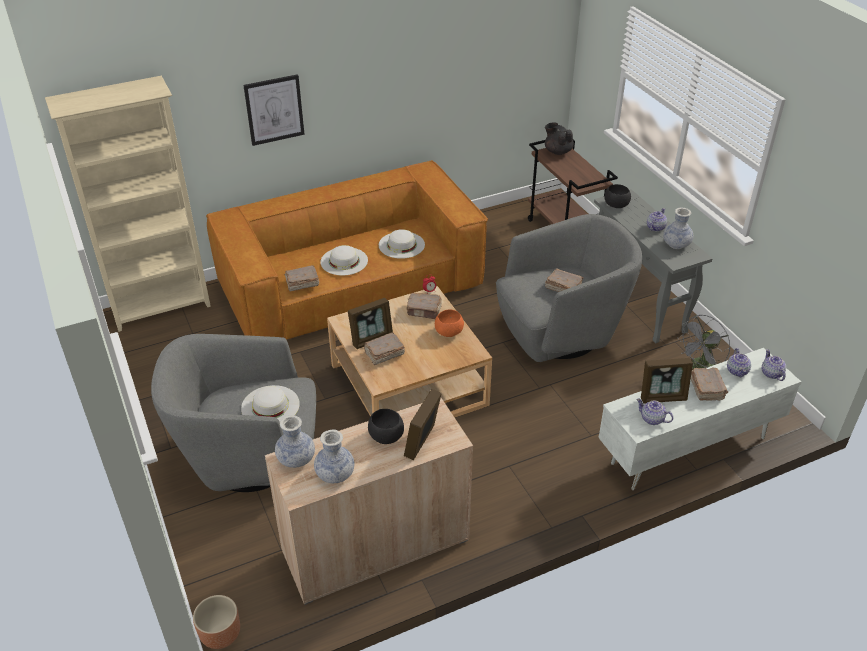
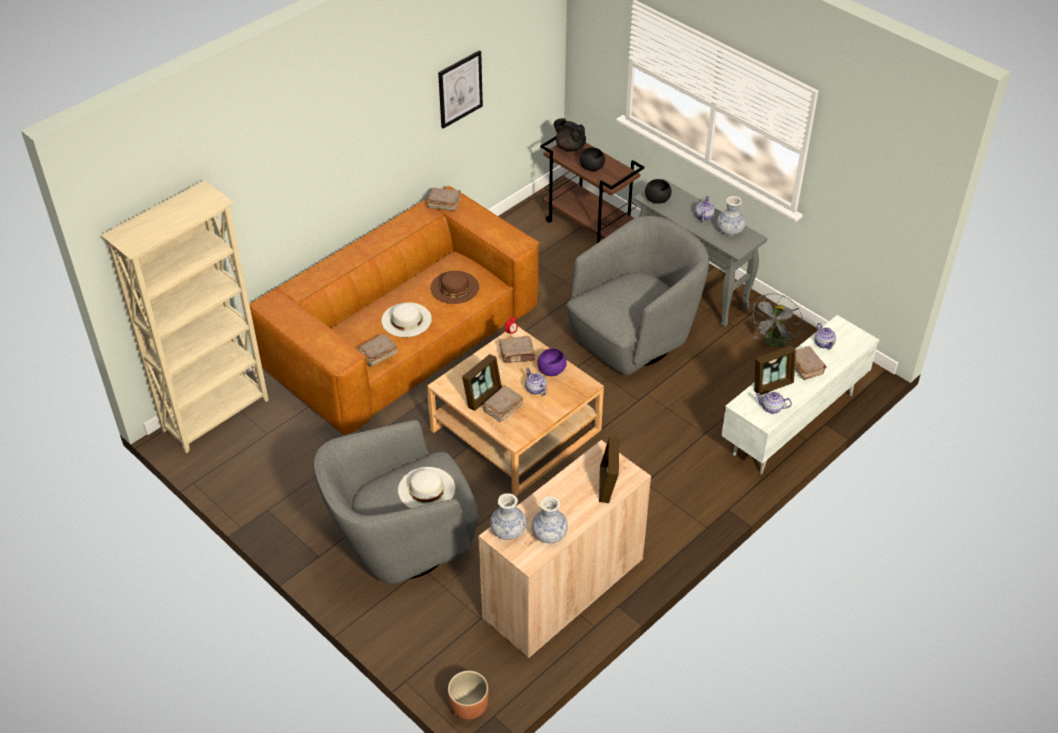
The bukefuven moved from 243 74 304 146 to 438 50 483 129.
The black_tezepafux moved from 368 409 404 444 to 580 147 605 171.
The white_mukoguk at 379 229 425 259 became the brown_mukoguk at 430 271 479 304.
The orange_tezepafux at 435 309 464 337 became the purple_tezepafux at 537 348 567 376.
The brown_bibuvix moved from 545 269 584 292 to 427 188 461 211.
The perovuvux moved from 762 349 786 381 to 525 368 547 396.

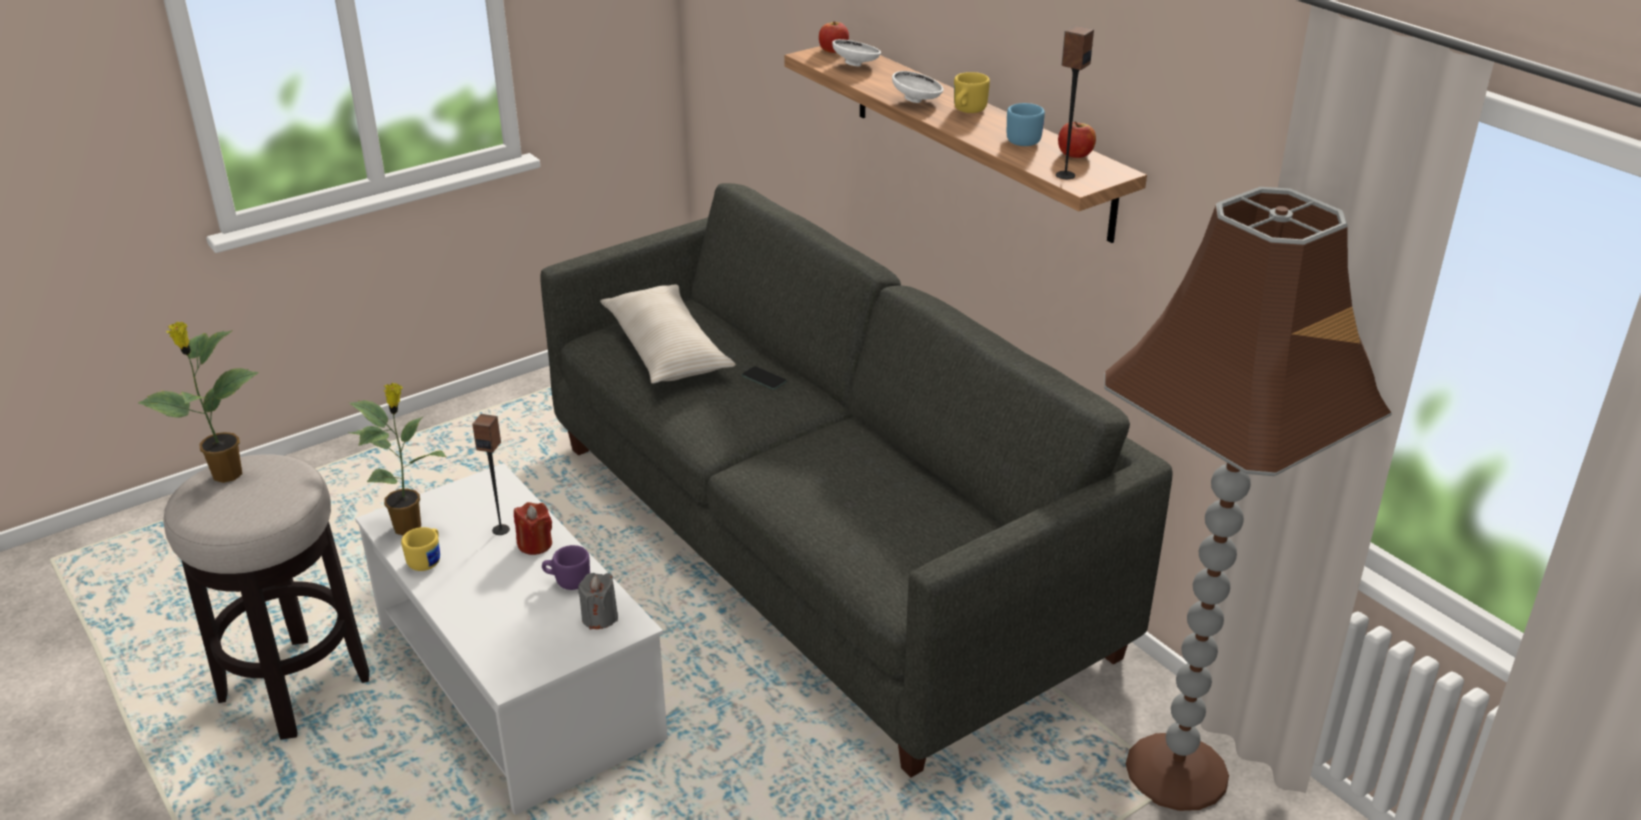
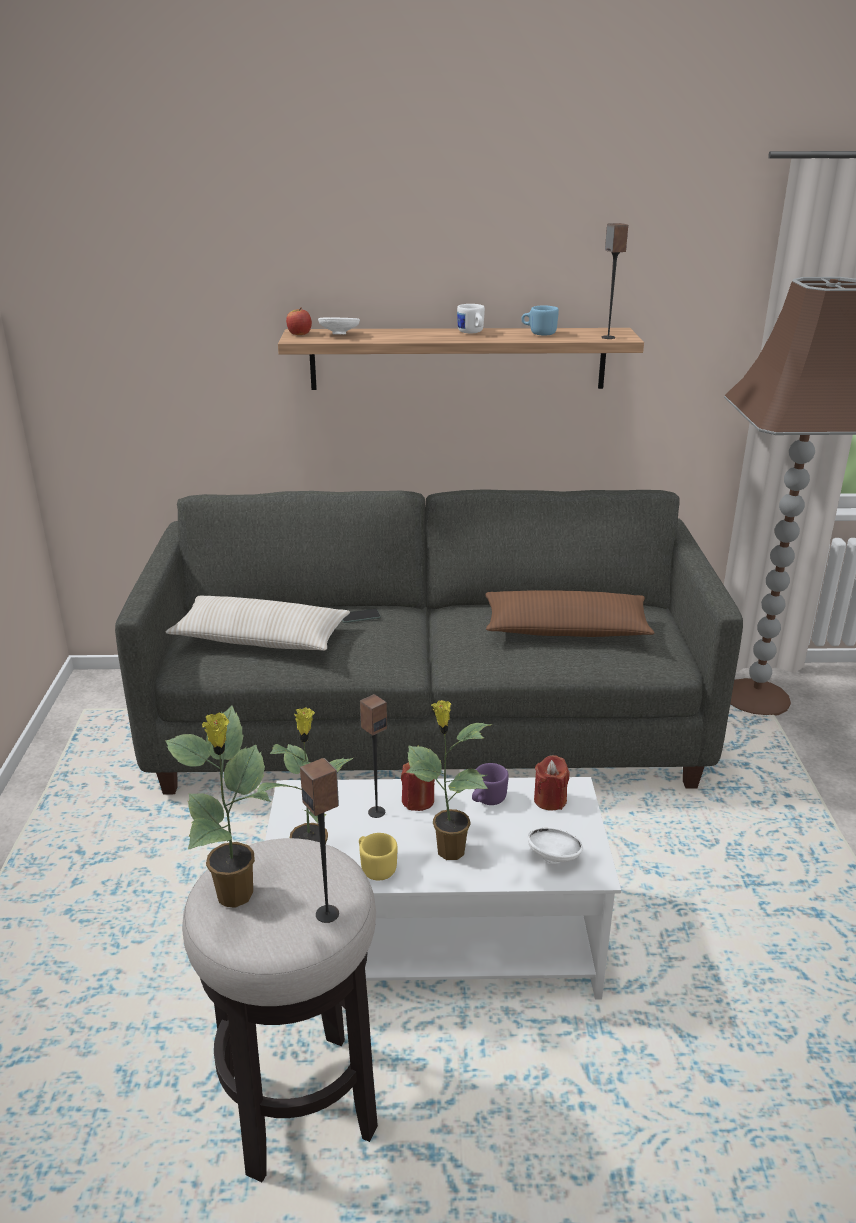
The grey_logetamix at 578 573 618 629 became the red_logetamix at 534 755 570 810.
The white_tezepafux moved from 892 71 943 103 to 528 827 583 864.
The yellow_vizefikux at 954 72 990 113 became the white_vizefikux at 457 304 485 333.
The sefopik at 1058 121 1096 158 disappeared.
The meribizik at 300 758 339 923 appeared.
The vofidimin at 407 700 493 860 appeared.
The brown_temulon at 486 590 655 637 appeared.

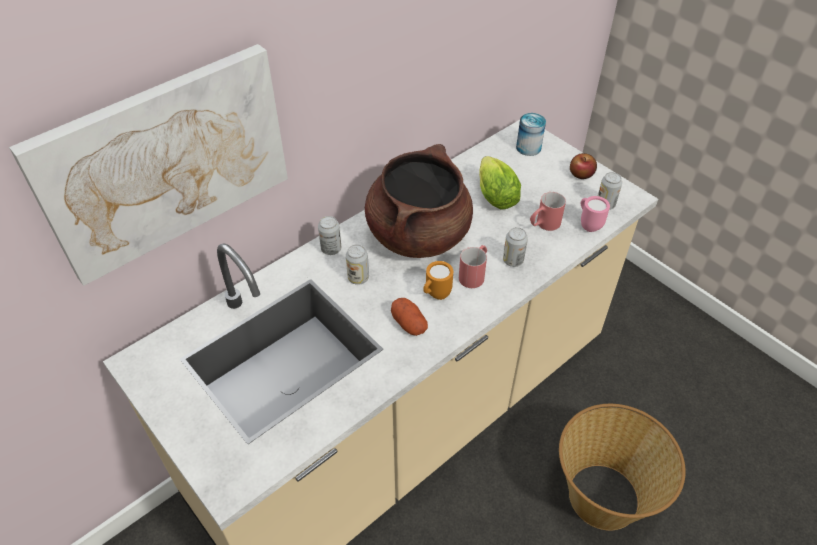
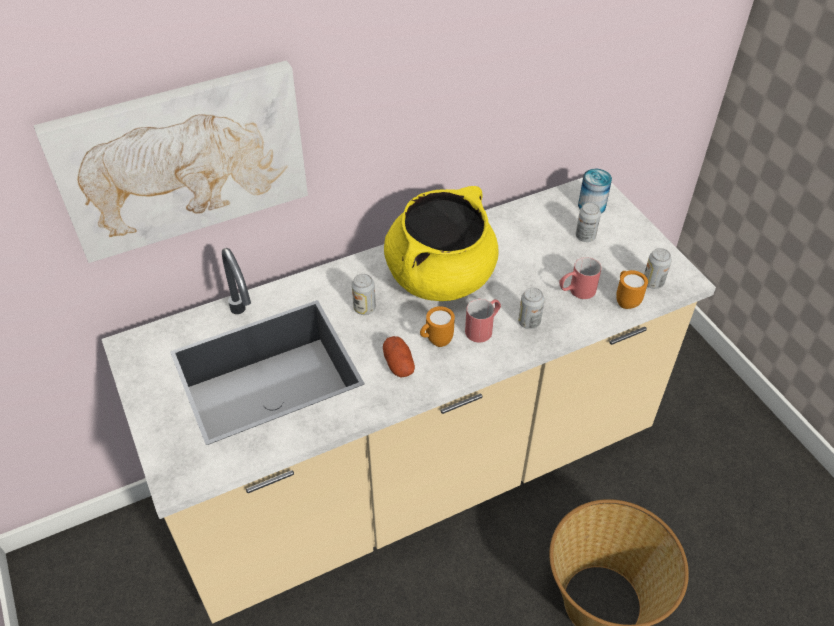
The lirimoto moved from 318 216 341 255 to 575 203 601 242.
The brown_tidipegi at 365 144 473 258 became the yellow_tidipegi at 384 186 499 301.
The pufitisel at 479 156 521 209 disappeared.
The sefopik at 570 153 597 179 disappeared.
The pink_vizefikux at 581 196 610 232 became the orange_vizefikux at 616 270 648 309.

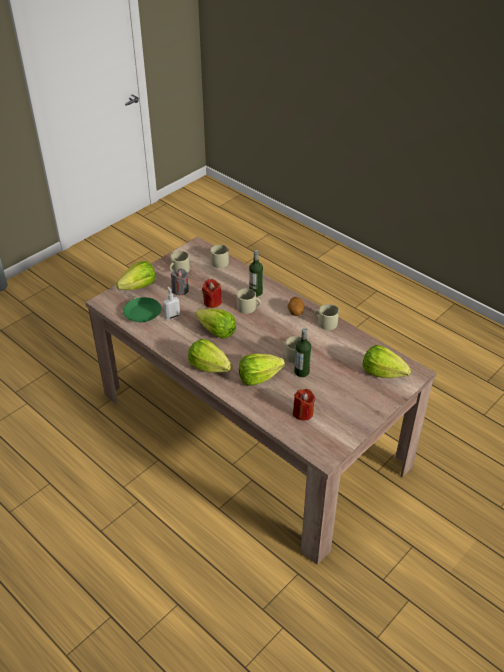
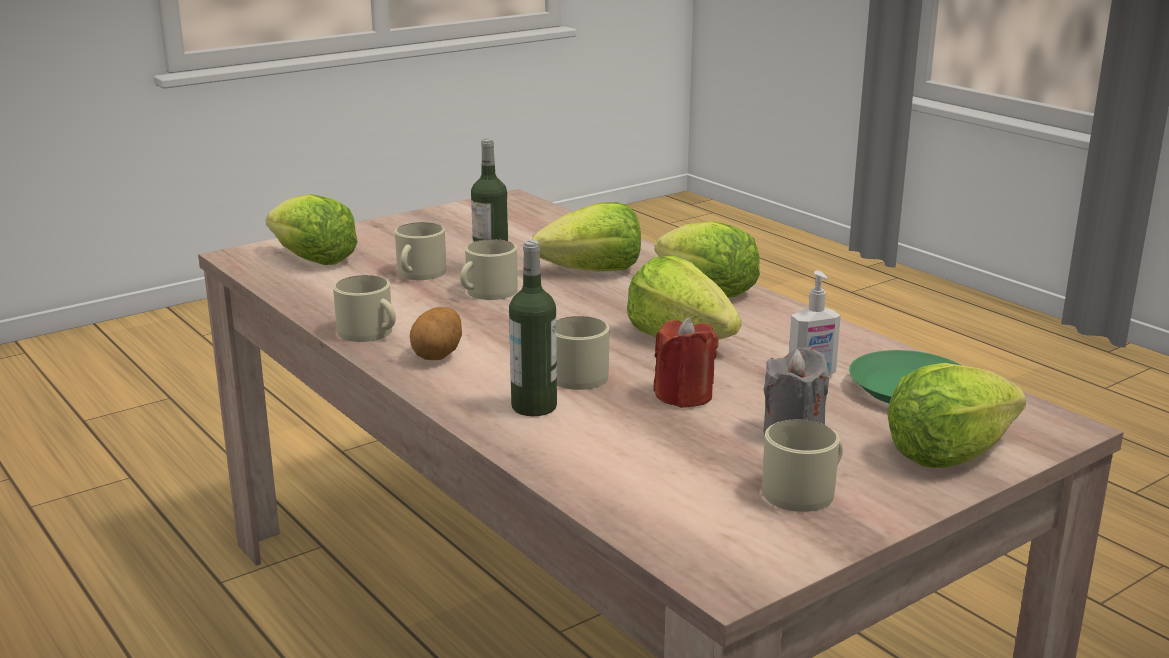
The beige_vizefikux moved from 210 245 229 268 to 395 222 446 280.
The red_logetamix at 293 389 315 421 disappeared.

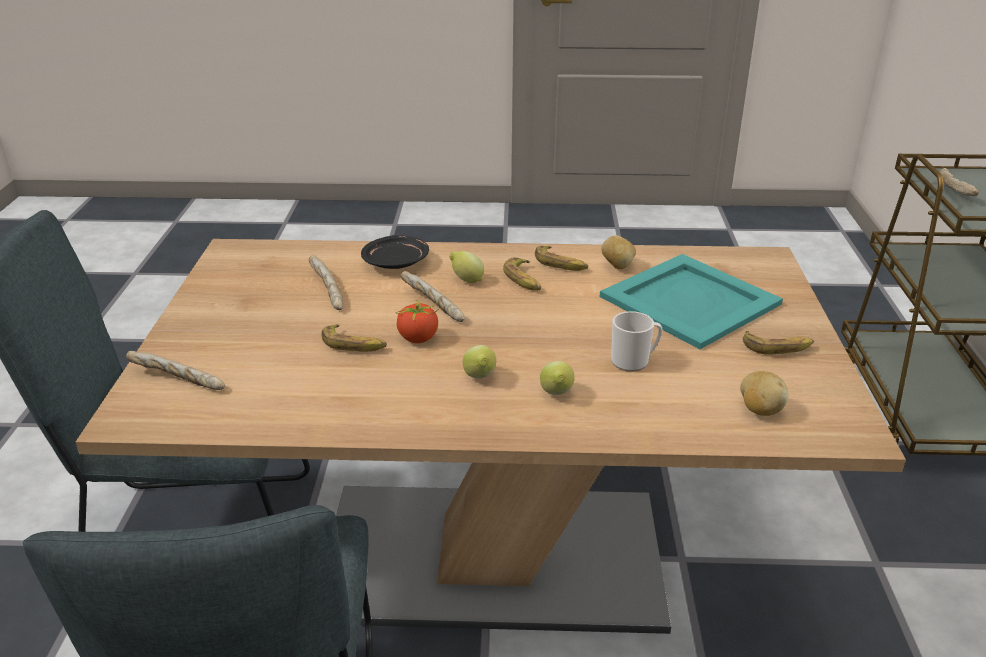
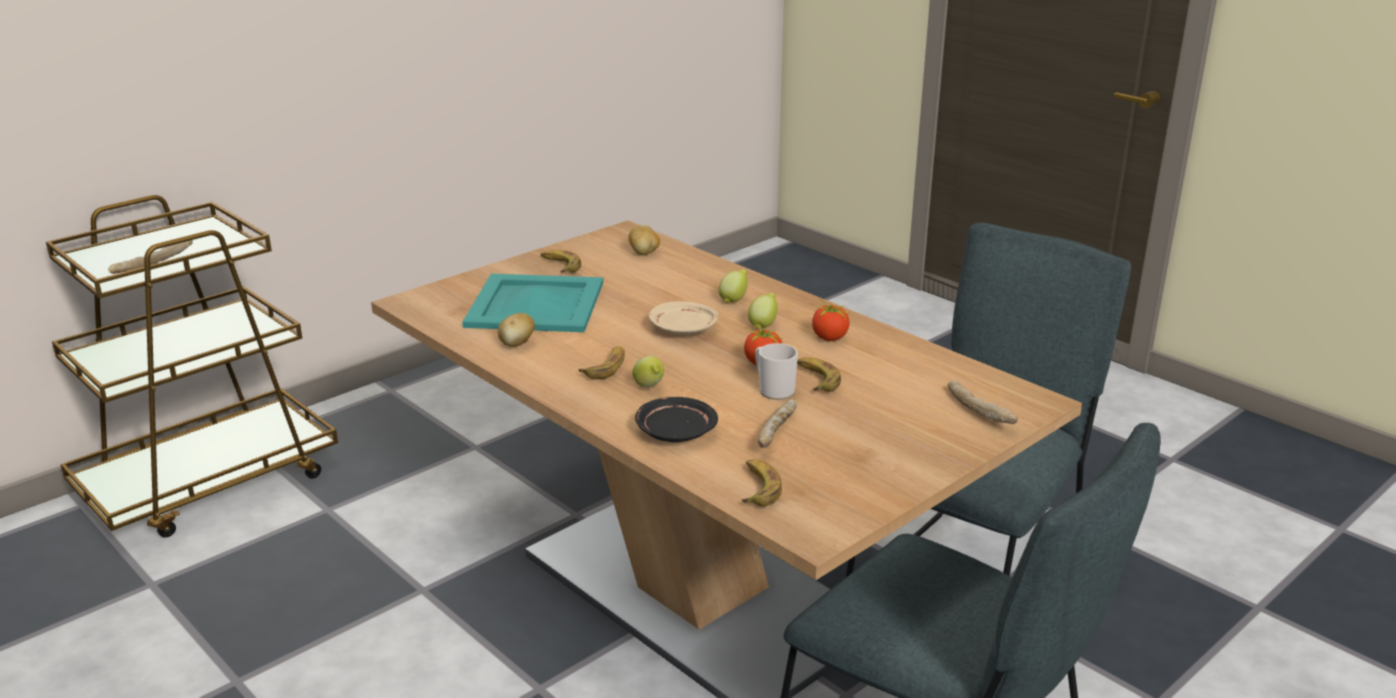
The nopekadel at 401 271 465 322 disappeared.
The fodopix moved from 535 246 588 271 to 742 459 782 506.
The vizefikux moved from 611 311 663 372 to 755 343 798 400.
The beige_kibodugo at 649 301 718 335 appeared.
The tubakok at 811 298 850 341 appeared.

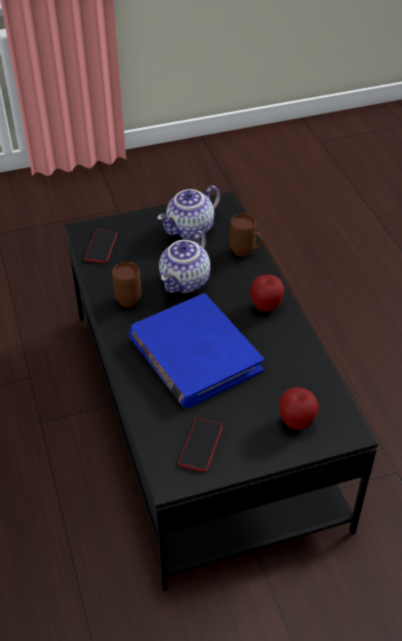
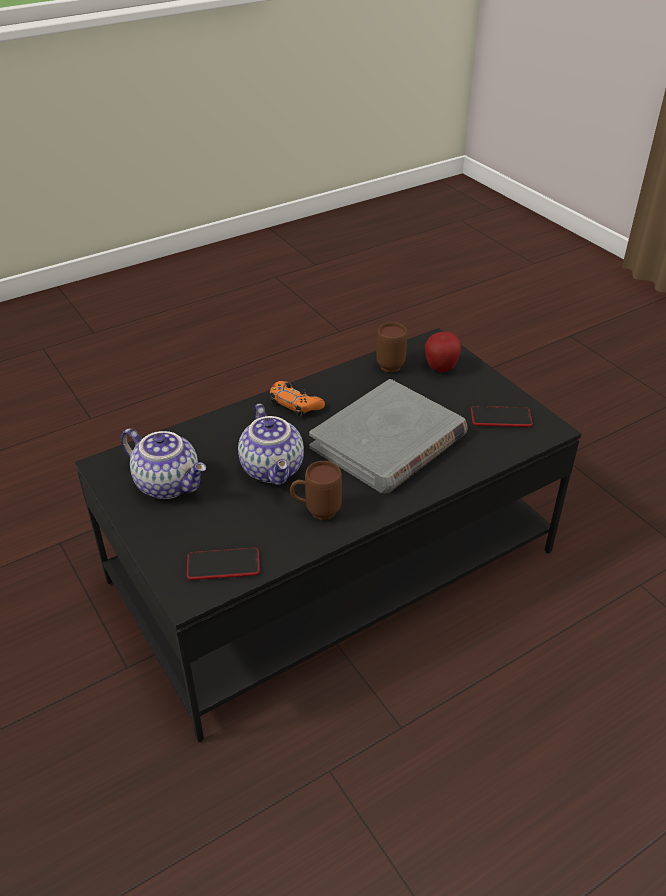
The blue_bibuvix at 129 293 264 409 became the grey_bibuvix at 309 379 468 494.
The perovuvux at 159 231 210 293 turned 60 degrees clockwise.
The brown_vizefikux moved from 230 213 263 257 to 376 322 407 373.
The sefopik at 250 275 285 311 was replaced by the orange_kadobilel at 270 381 325 416.

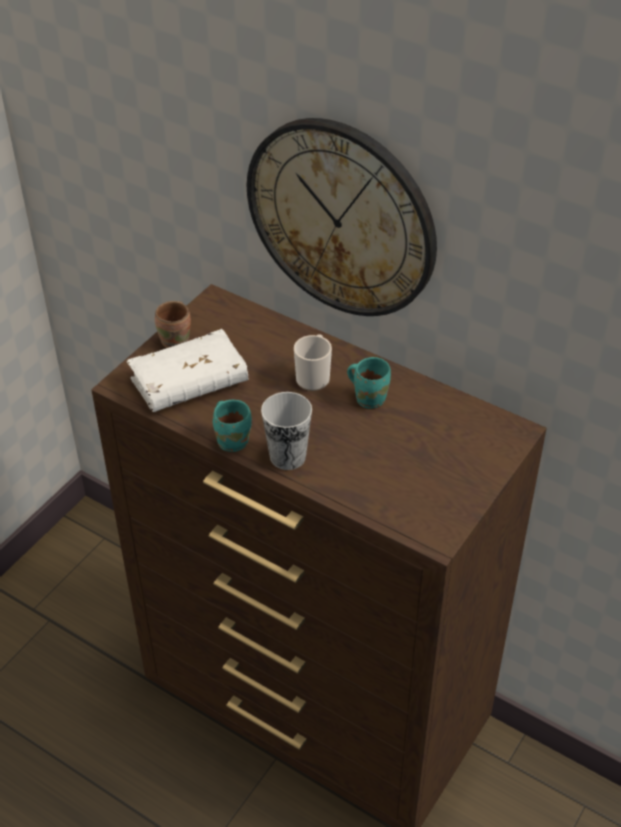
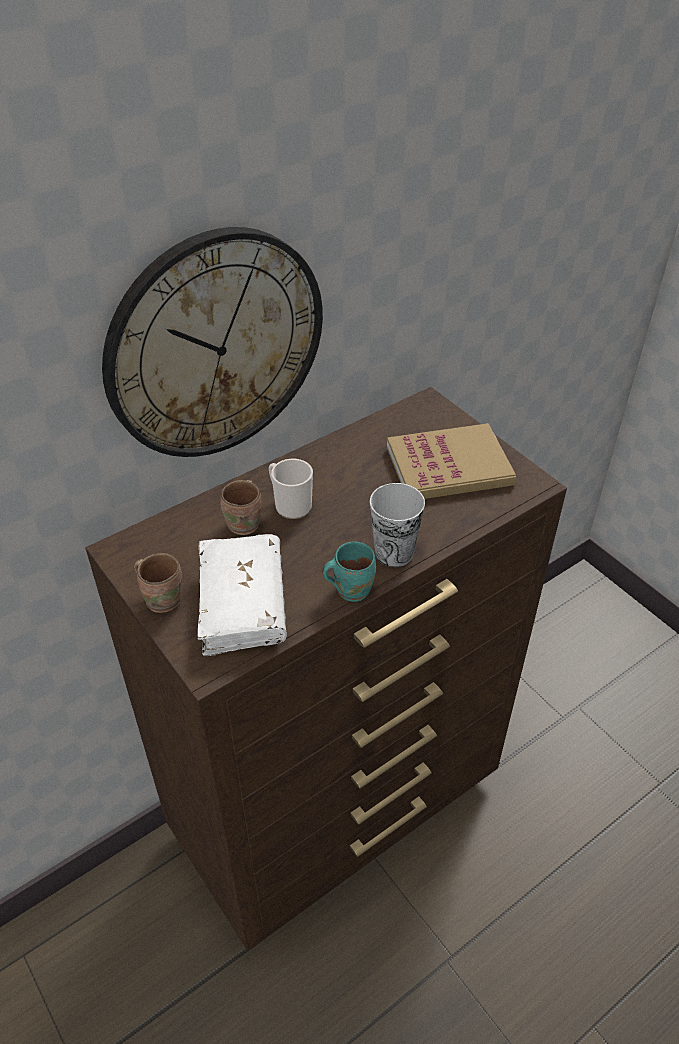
The turquoise_vizefikux at 347 357 391 408 disappeared.
The brown_vizefikux at 220 480 262 535 appeared.
The bibuvix at 387 423 516 499 appeared.

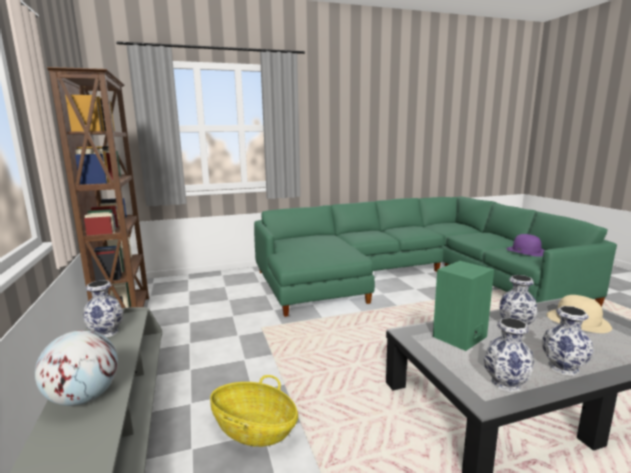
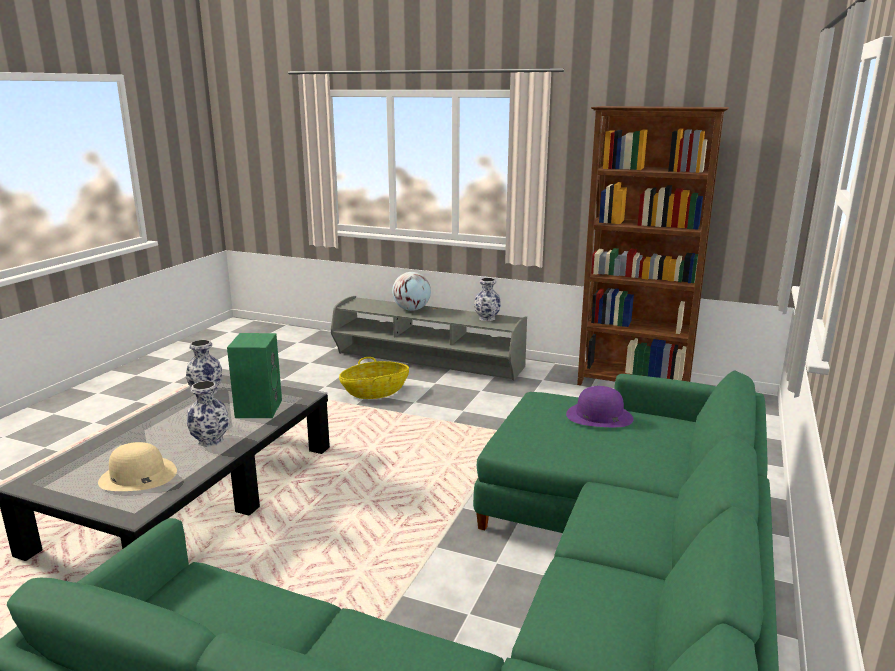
The purple_mukoguk moved from 506 234 545 257 to 566 386 634 427.
The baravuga at 542 306 594 376 disappeared.

